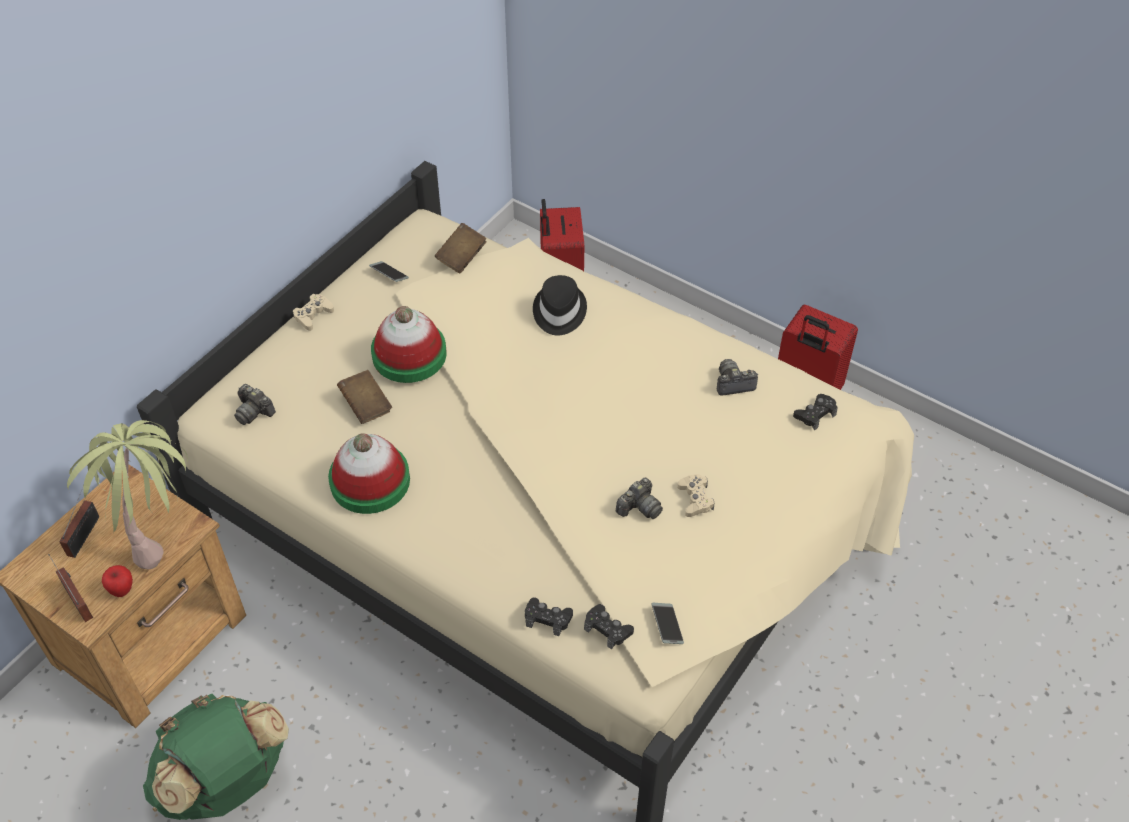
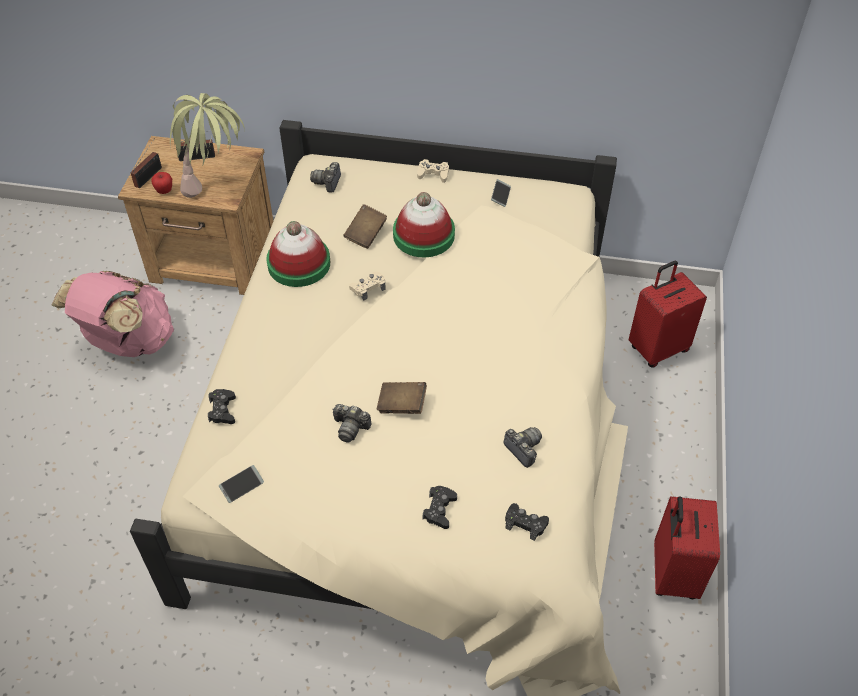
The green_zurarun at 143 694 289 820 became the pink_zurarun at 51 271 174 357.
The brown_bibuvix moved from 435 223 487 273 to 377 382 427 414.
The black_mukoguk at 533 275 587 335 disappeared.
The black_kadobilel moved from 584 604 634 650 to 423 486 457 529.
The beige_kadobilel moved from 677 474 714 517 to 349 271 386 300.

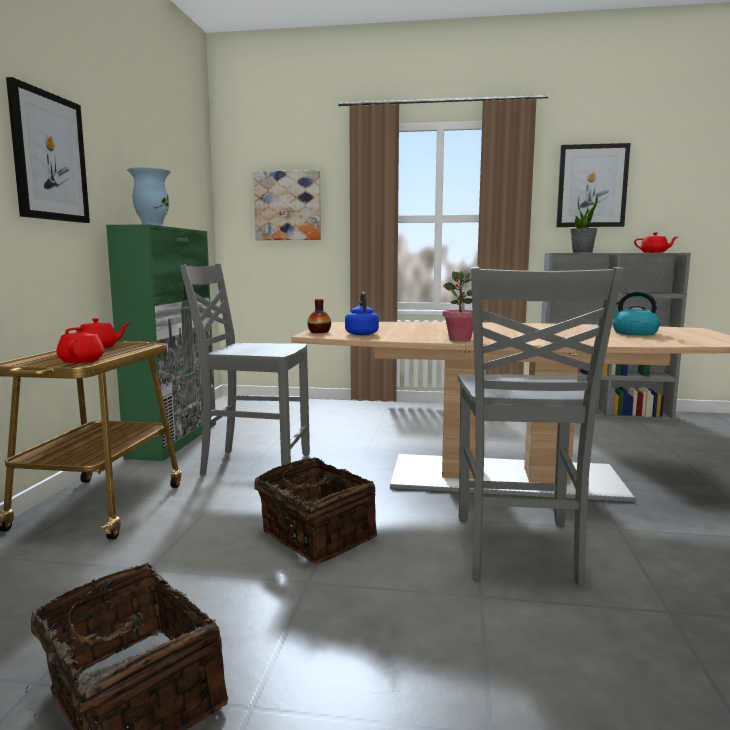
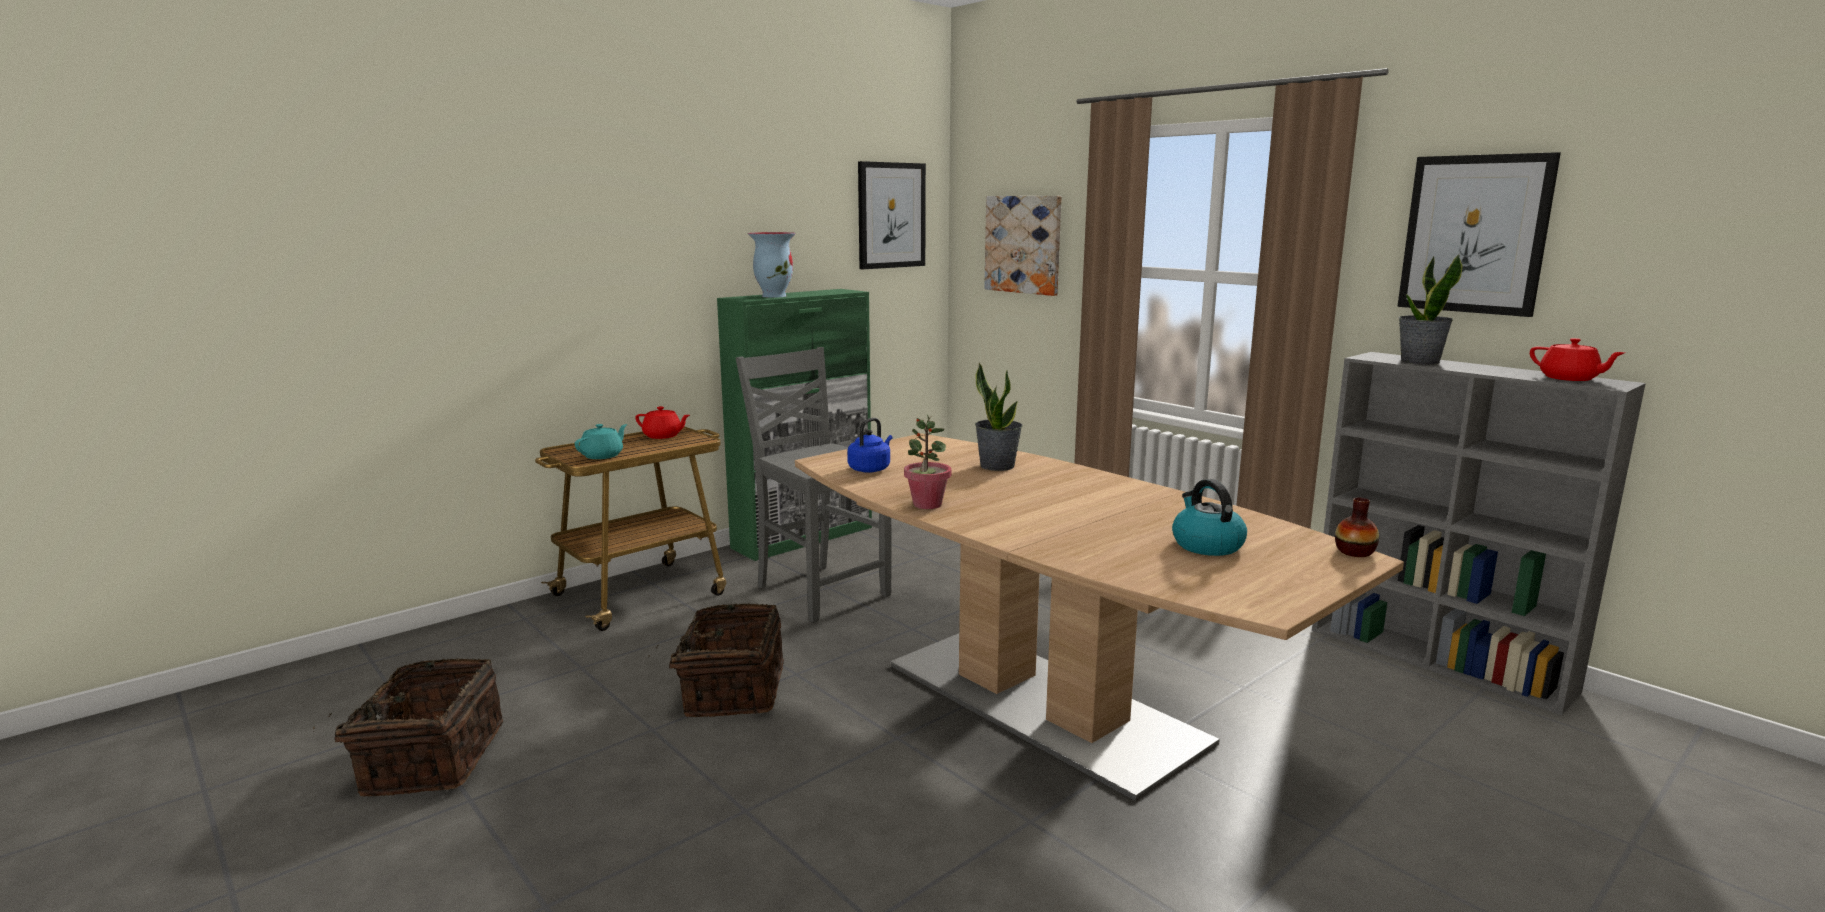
The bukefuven moved from 6 77 90 223 to 858 161 926 269.
The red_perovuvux at 57 327 104 363 became the turquoise_perovuvux at 575 424 627 459.
The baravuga moved from 308 299 331 333 to 1335 497 1379 557.
The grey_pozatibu at 458 267 624 585 disappeared.
The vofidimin at 975 363 1022 471 appeared.

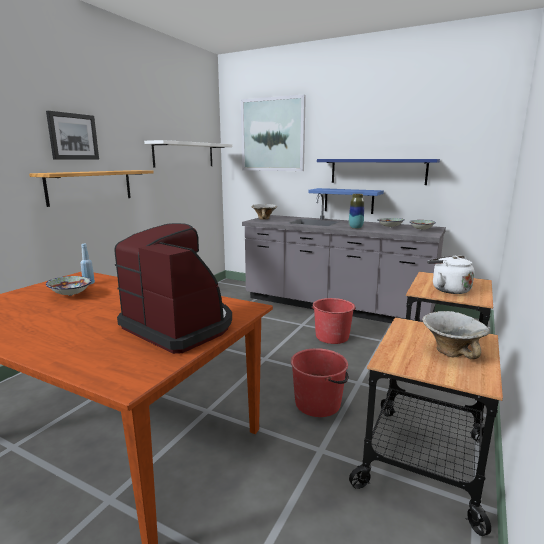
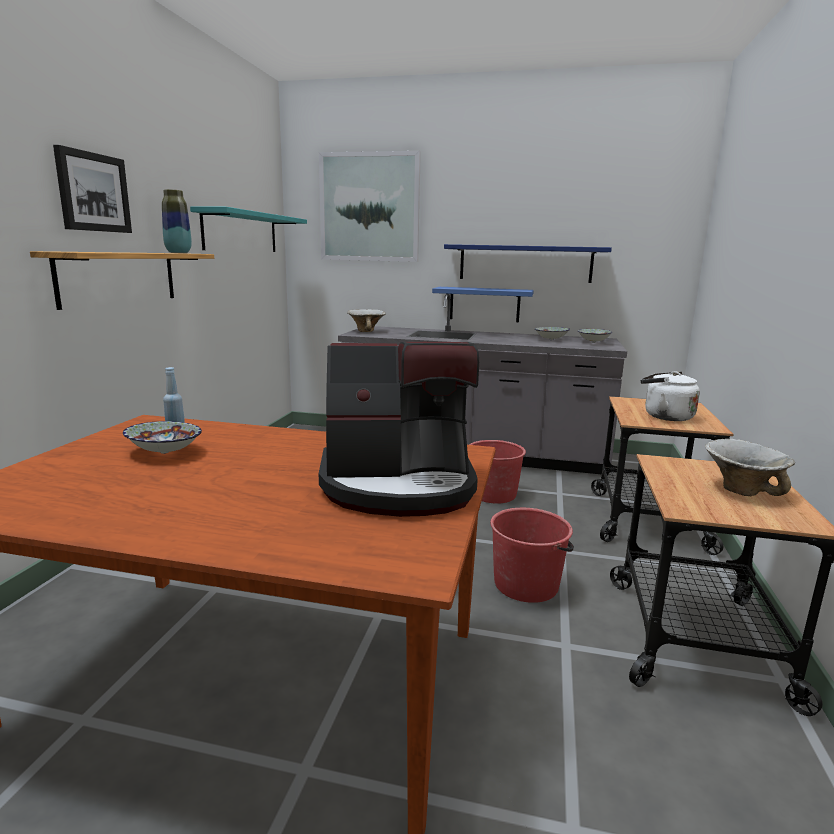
The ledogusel at 114 223 232 354 turned 150 degrees clockwise.
The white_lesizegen at 144 140 232 168 became the turquoise_lesizegen at 190 206 307 252.
The baravuga moved from 349 194 364 229 to 162 189 192 253.

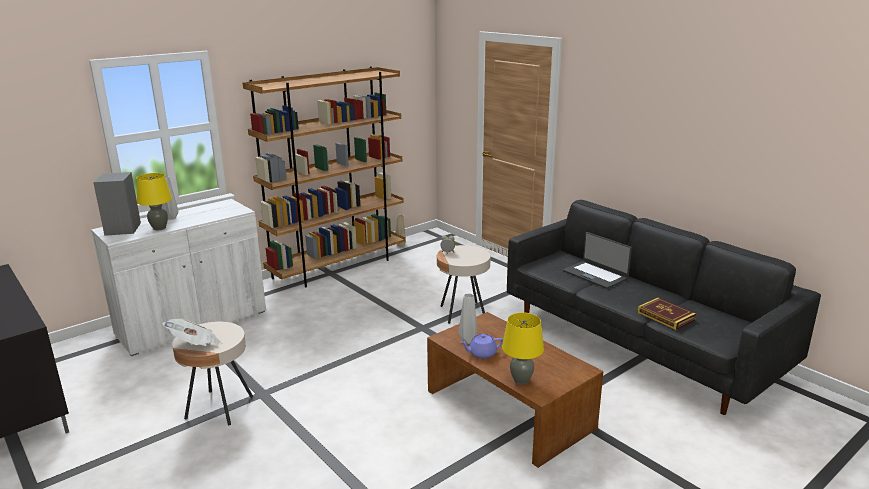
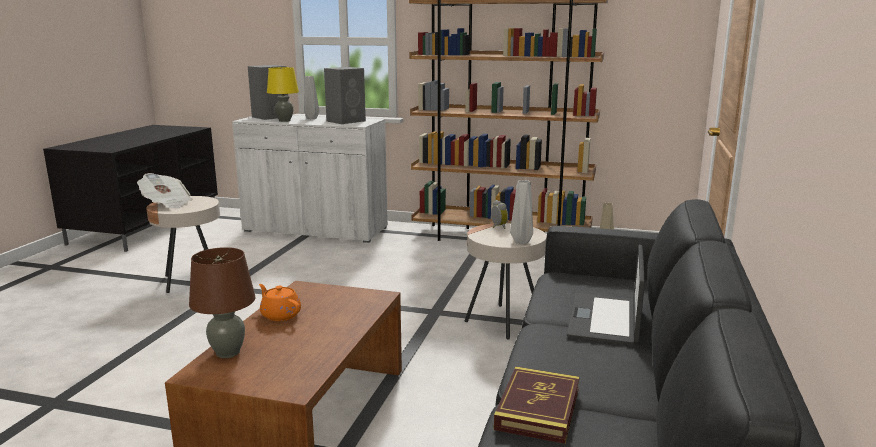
The grey_baravuga moved from 459 293 477 344 to 510 180 533 244.
The purple_perovuvux at 461 334 503 359 became the orange_perovuvux at 259 284 301 321.
The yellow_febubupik at 502 312 544 385 became the brown_febubupik at 189 247 256 358.
The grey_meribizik at 324 67 366 124 appeared.

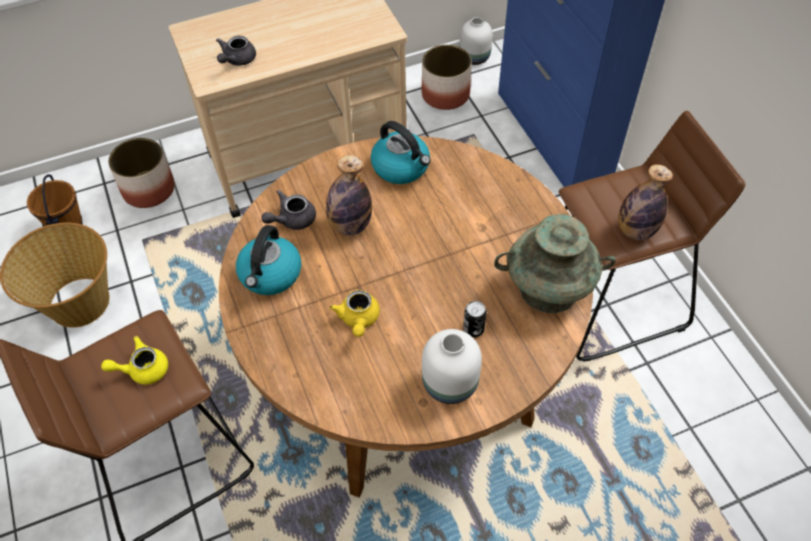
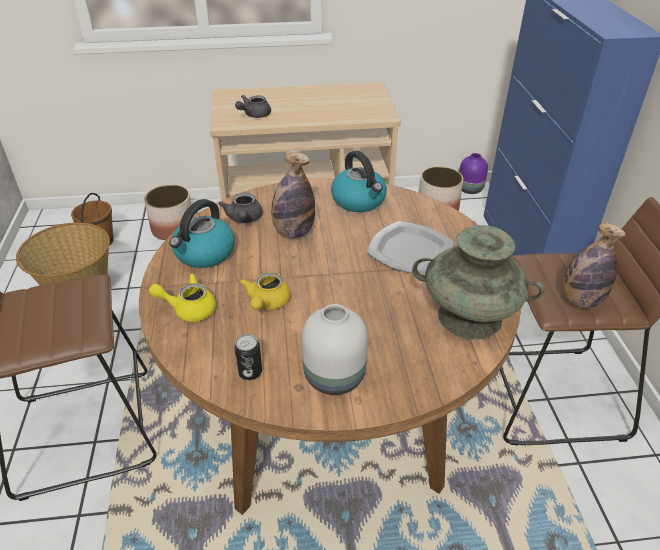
The yellow_perovuvux moved from 101 336 168 385 to 149 273 216 322.
The grey_perovuvux at 261 190 316 230 turned 75 degrees counterclockwise.
The white_baravuga at 460 17 493 65 became the purple_baravuga at 459 153 488 194.
The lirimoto moved from 463 301 487 337 to 234 334 262 380.
The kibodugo at 367 221 454 276 appeared.

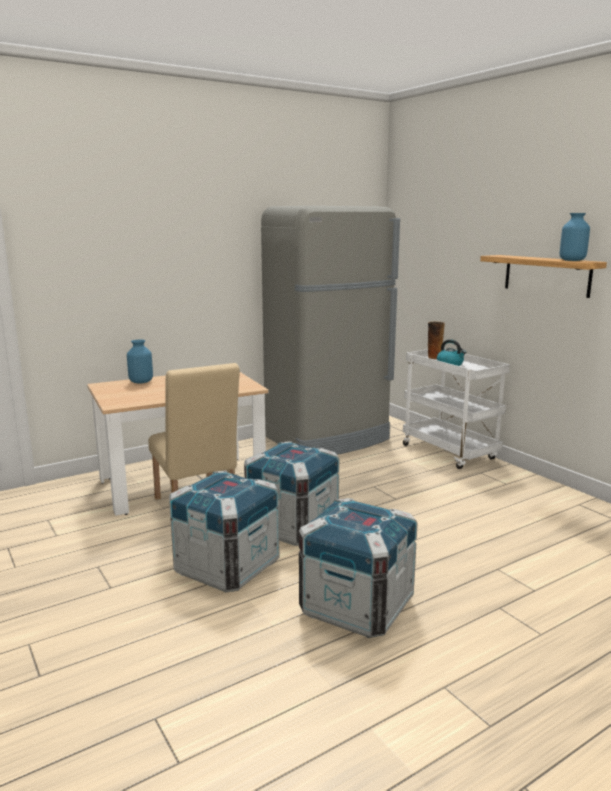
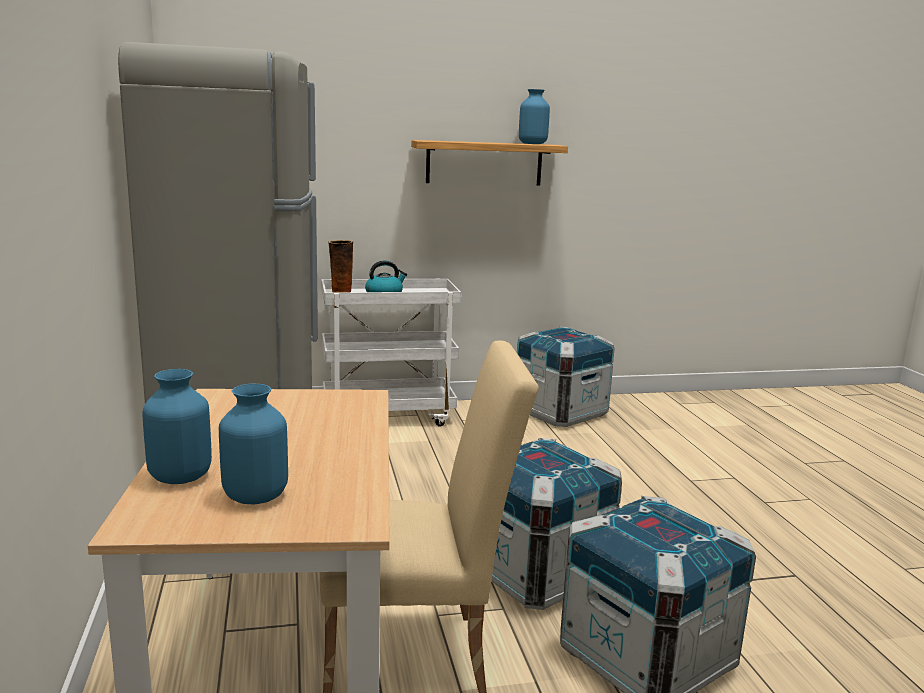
The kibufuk moved from 299 498 418 638 to 517 327 615 427.
The blue_baravuga at 219 384 288 504 appeared.

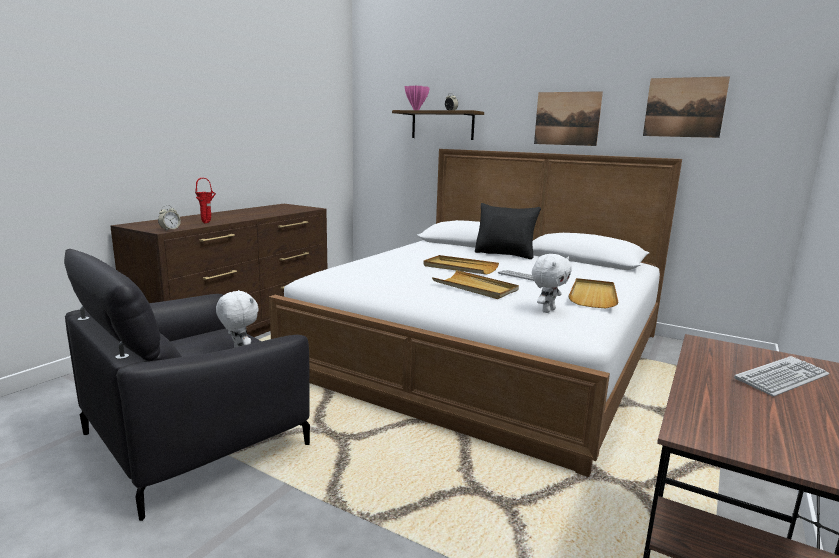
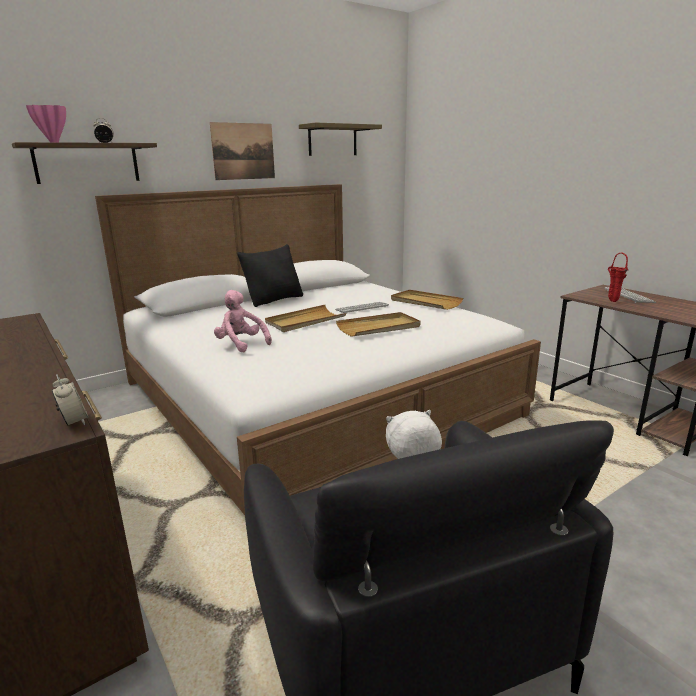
The red_baravuga moved from 195 178 216 224 to 608 253 628 302.
The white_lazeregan at 532 254 572 313 disappeared.
The bukefuven at 643 76 730 138 was replaced by the lesizegen at 299 122 382 156.
The pink_lazeregan at 214 290 272 353 appeared.

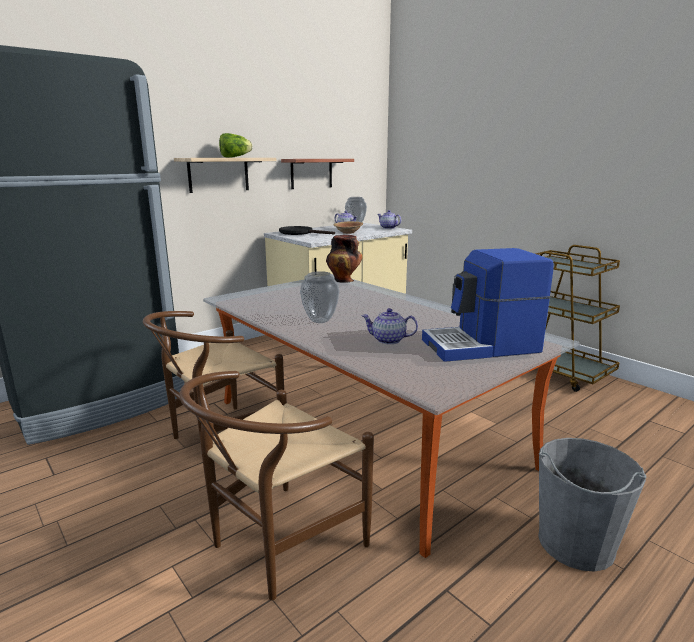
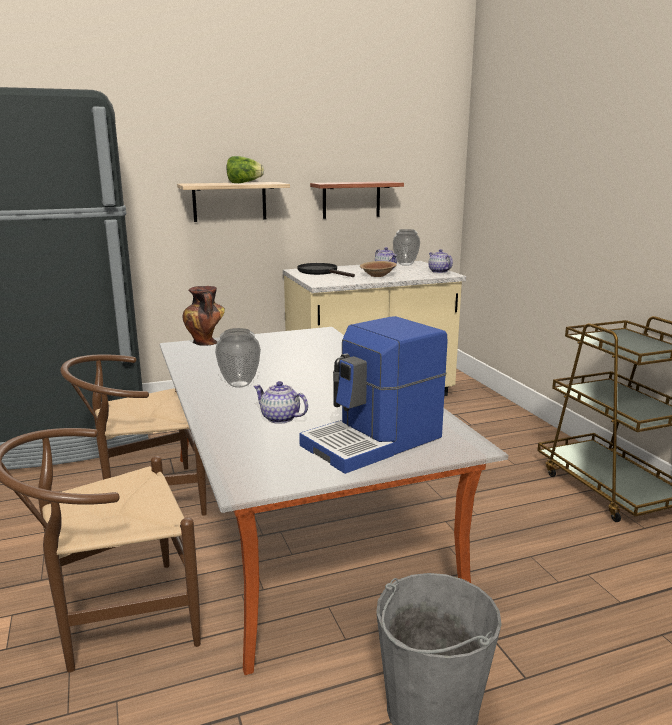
The baravuga moved from 326 235 363 283 to 183 286 225 346.
The ledogusel at 422 248 554 362 turned 45 degrees counterclockwise.

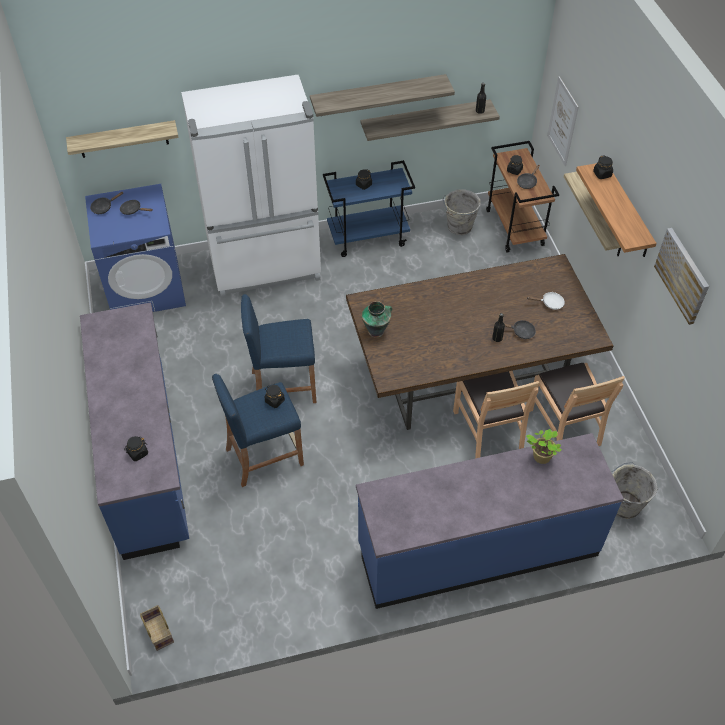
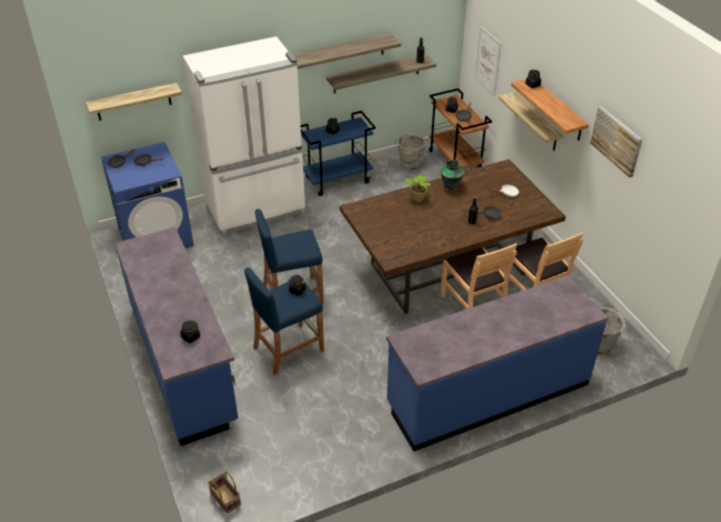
The baravuga moved from 362 301 392 338 to 441 160 464 191.
The vofidimin moved from 526 429 562 464 to 404 175 430 202.

